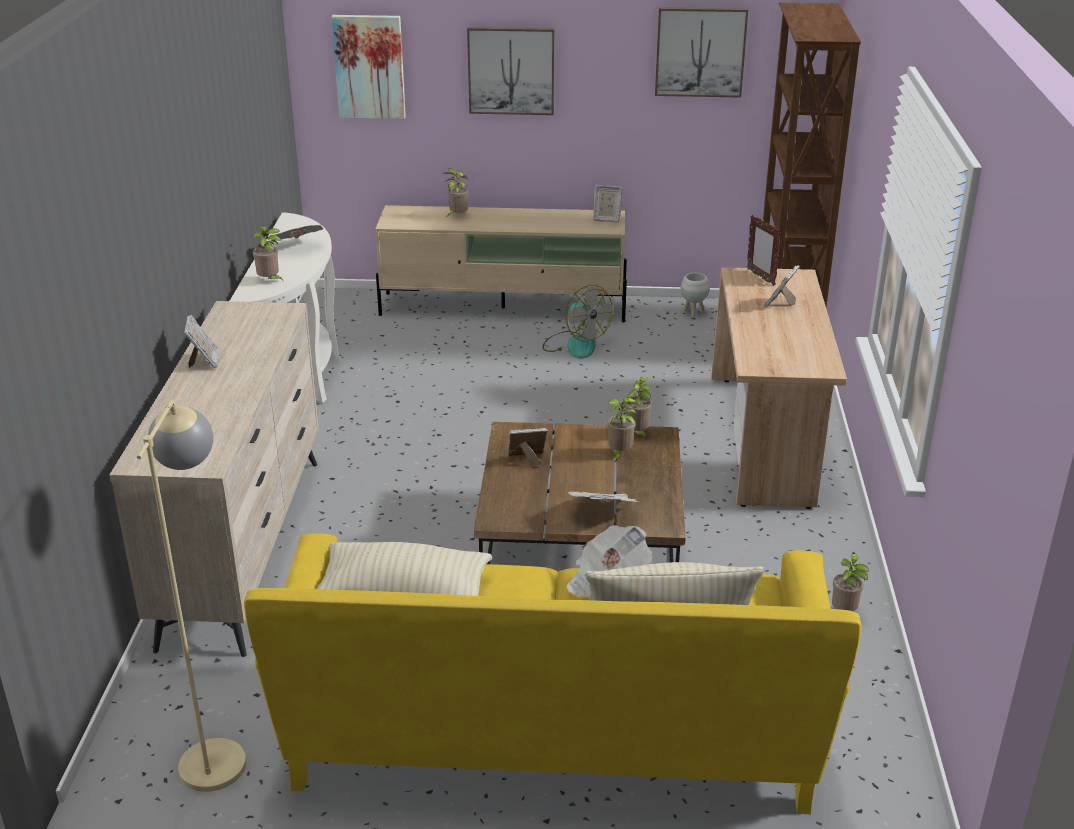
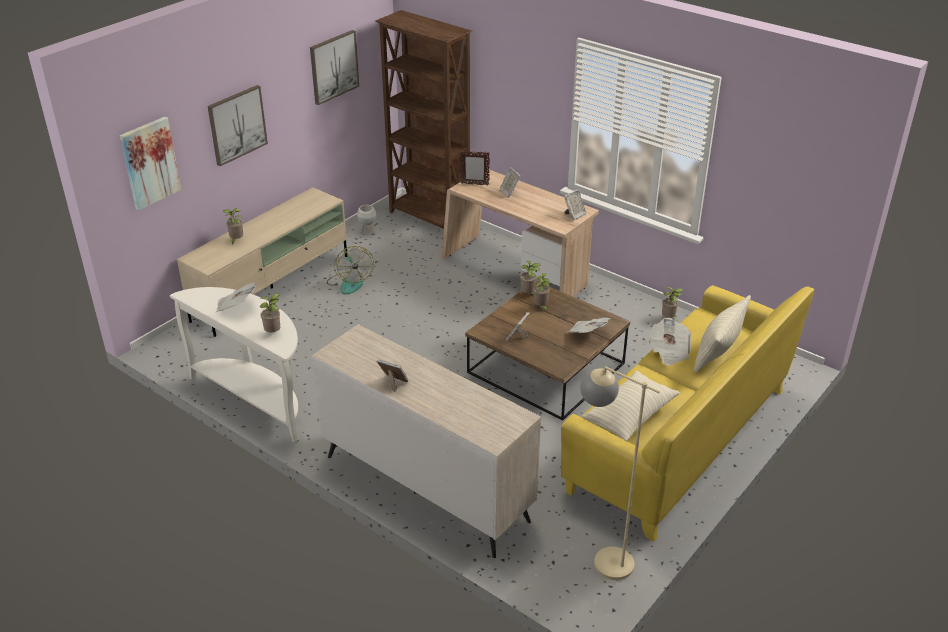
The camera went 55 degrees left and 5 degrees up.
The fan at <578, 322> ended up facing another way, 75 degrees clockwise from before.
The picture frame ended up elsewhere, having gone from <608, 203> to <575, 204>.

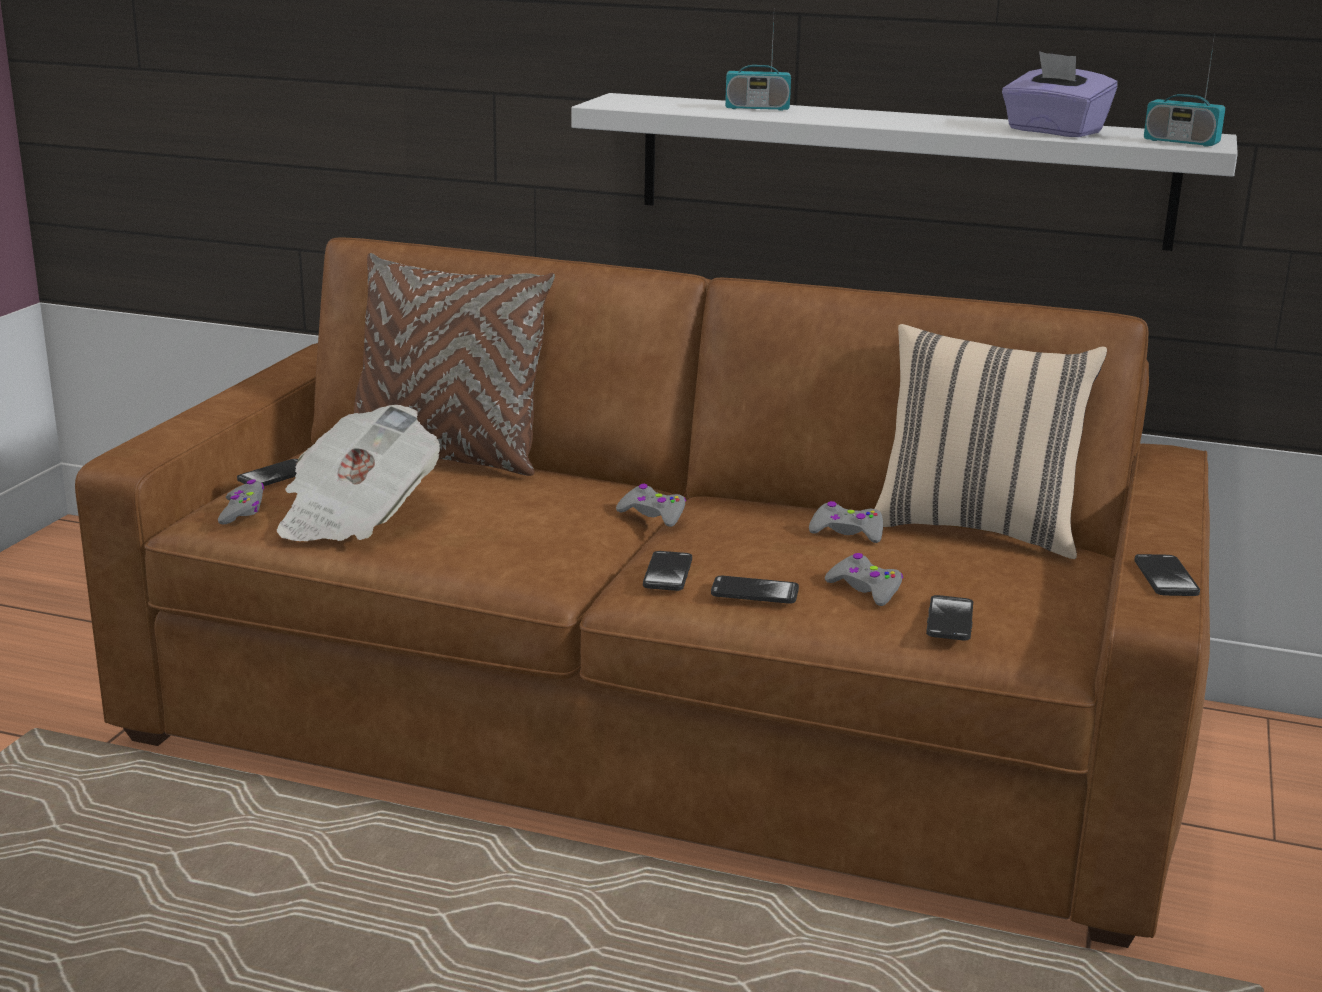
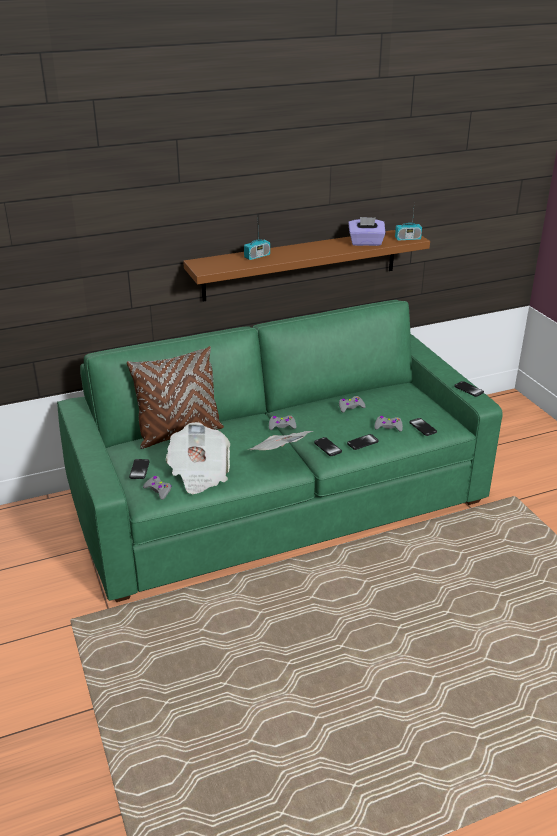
The camera went 40 degrees left and 10 degrees up.
What was the sofa (brown) at <642, 593> turned into the sofa (green) at <280, 451>.
What was the shelf (white) at <904, 172> turned into the shelf (brown) at <306, 265>.
The second view lost the pillow (beige) at <990, 441>.
The second view gained the newspaper at <281, 440>.

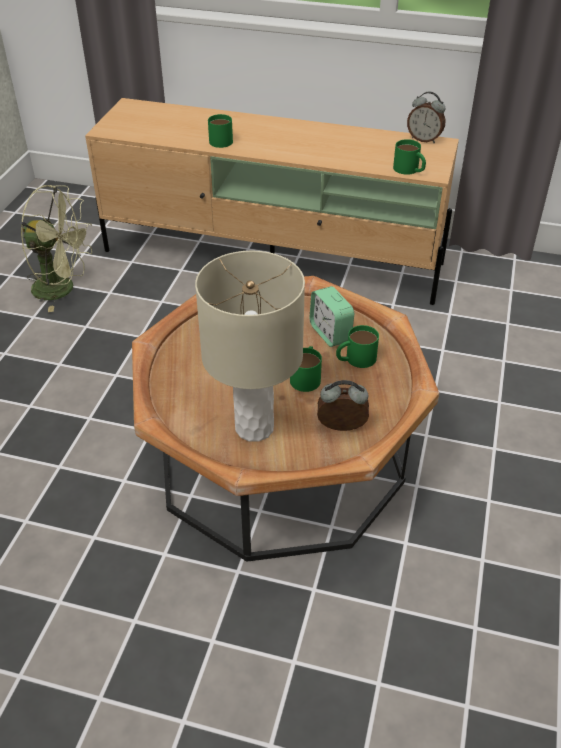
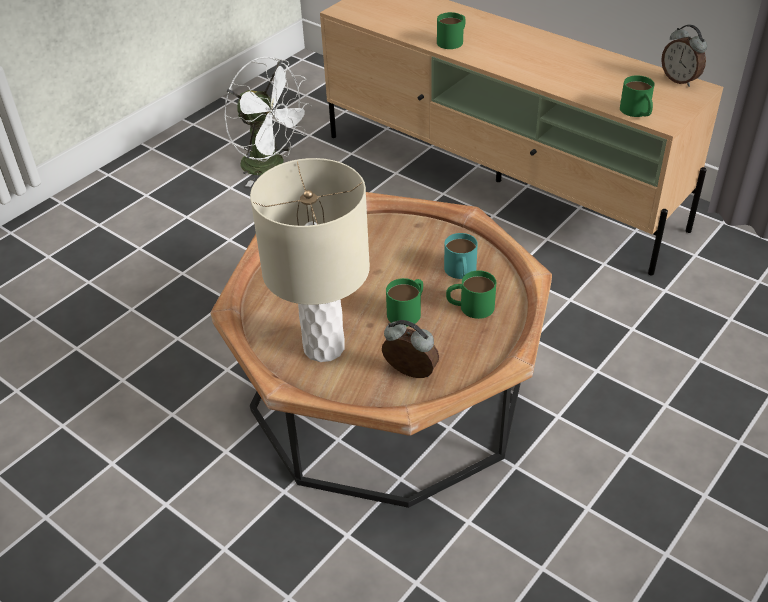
The camera went 25 degrees right and 0 degrees up.
What was the fan (green) at <56, 248> turned into the fan (white) at <268, 122>.
Where the alarm clock stood at <331, 316>, the mug (turquoise) came to stand at <461, 256>.

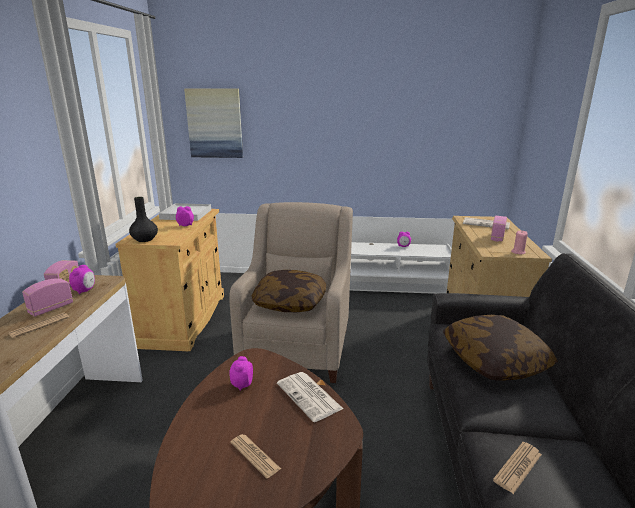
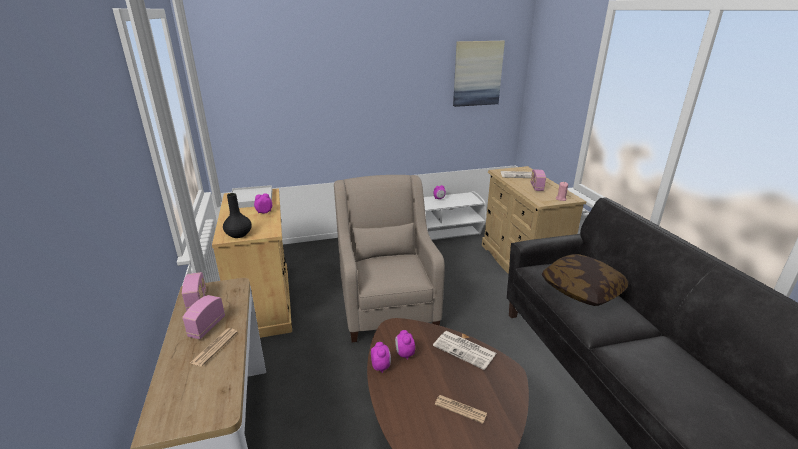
The camera went 20 degrees left and 5 degrees up.
The alarm clock ended up elsewhere, having gone from <82, 279> to <381, 357>.
The picture ended up elsewhere, having gone from <213, 123> to <479, 74>.
The second view lost the pillow at <288, 291>.
The second view lost the newspaper at <517, 468>.

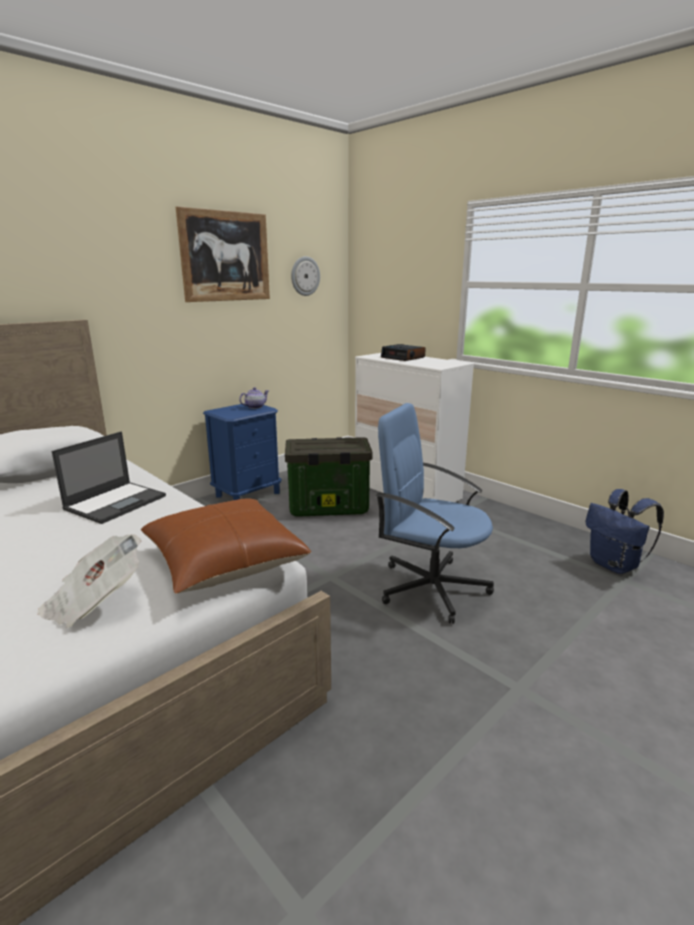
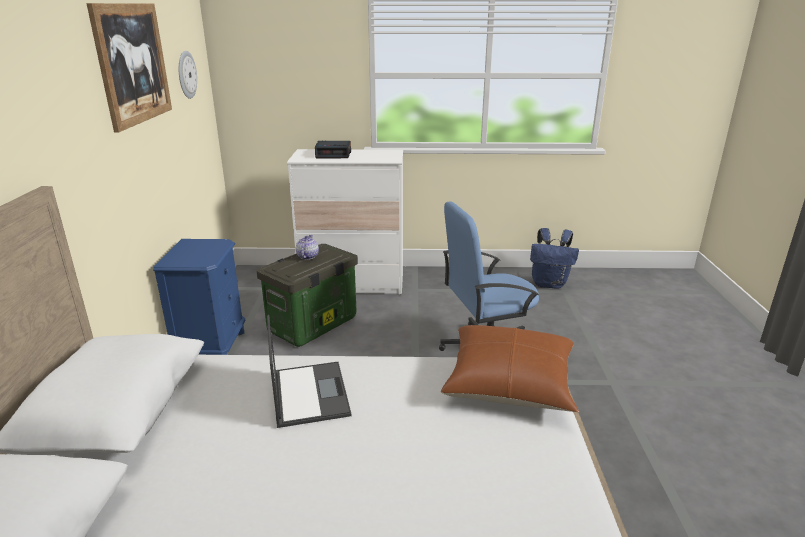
The camera went 45 degrees left and 5 degrees up.
The second view lost the newspaper at <89, 581>.
The teapot ended up elsewhere, having gone from <254, 398> to <307, 247>.

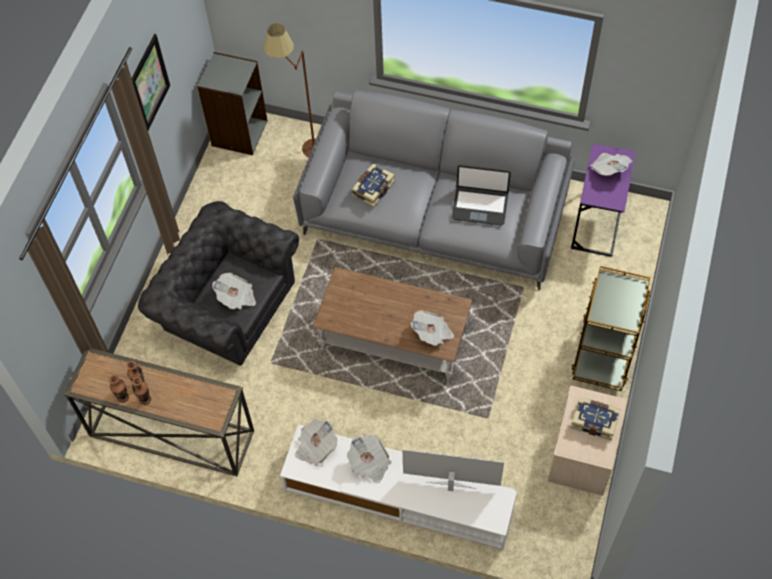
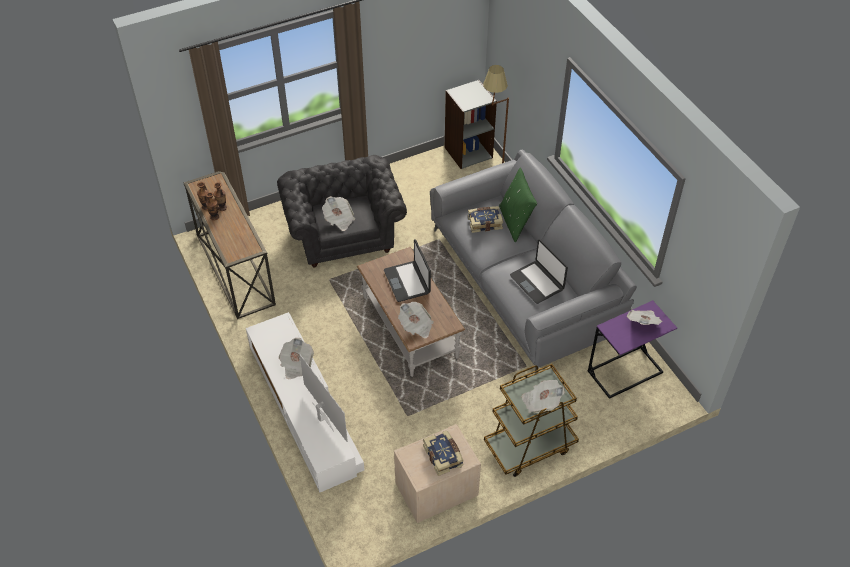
The camera went 45 degrees right and 10 degrees down.
The second view lost the picture at <151, 82>.
The newspaper ended up elsewhere, having gone from <316, 442> to <543, 396>.
The second view gained the laptop at <407, 270>.
The second view gained the pillow (green) at <518, 204>.

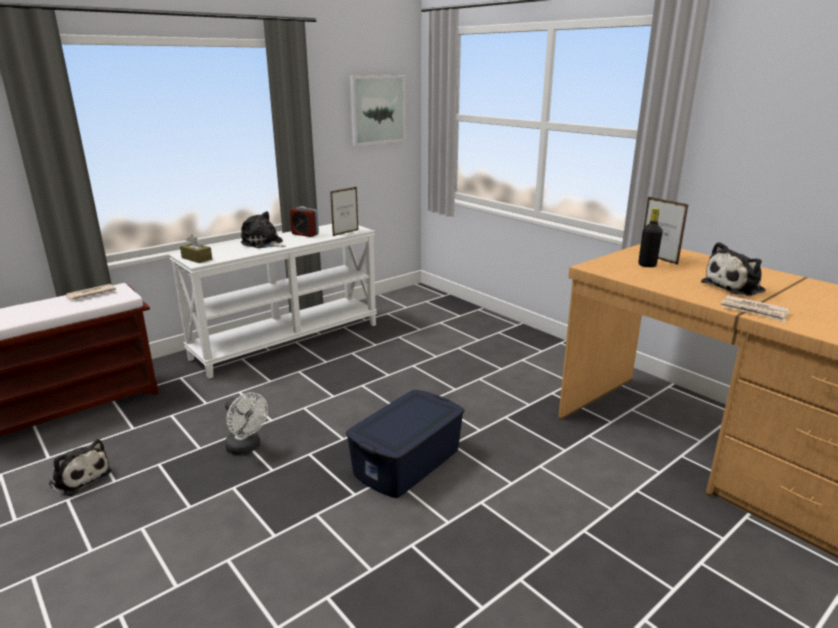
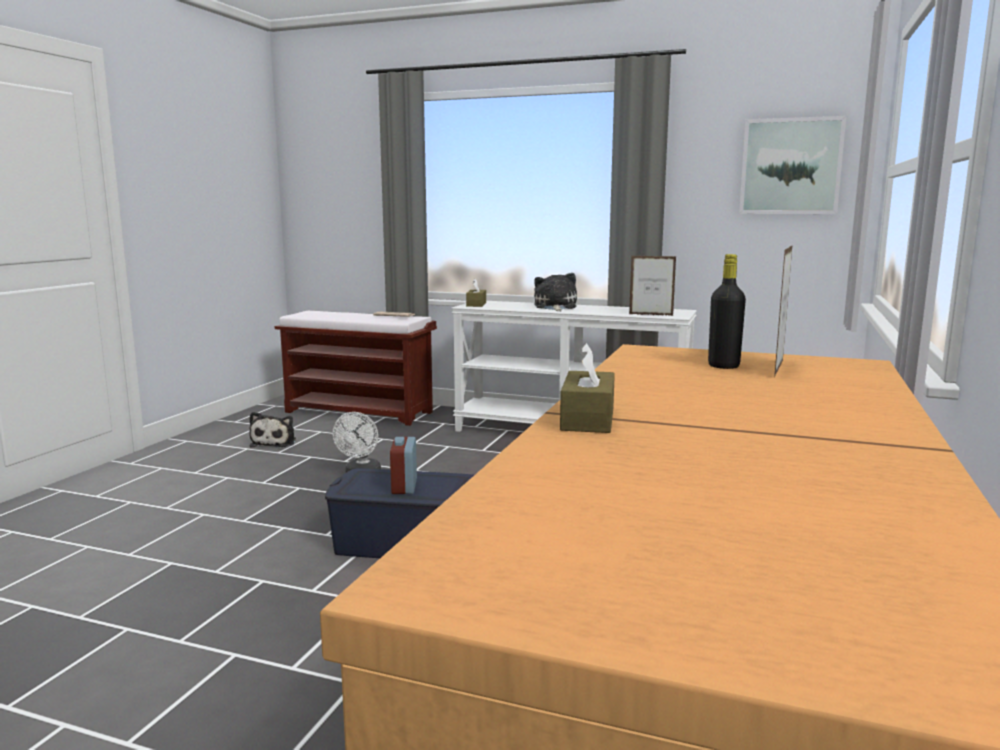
The camera went 60 degrees right and 10 degrees down.
The alarm clock ended up elsewhere, having gone from <304, 221> to <403, 465>.
The second view lost the plush toy at <733, 269>.
Where the newspaper stood at <755, 308>, the tissue box (brown) came to stand at <587, 388>.

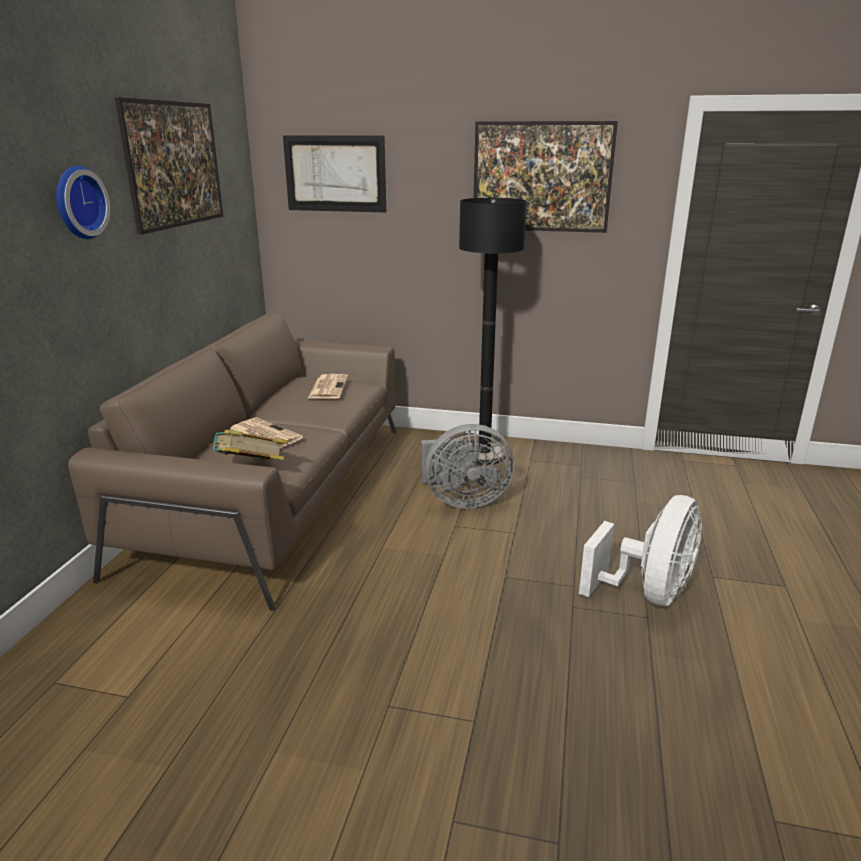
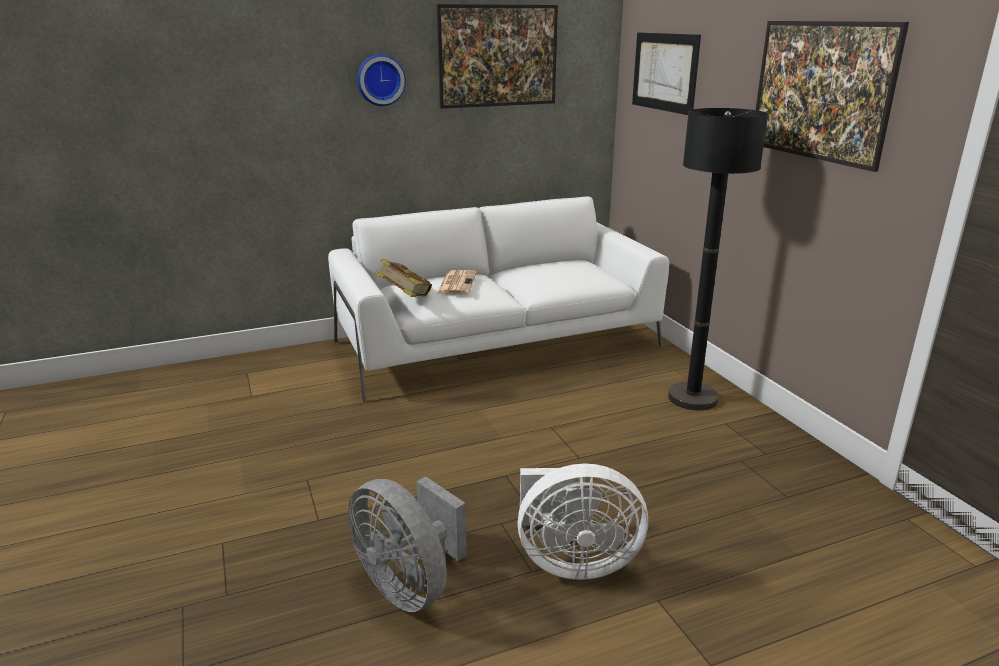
The camera went 55 degrees right and 0 degrees up.
What was the sofa (brown) at <232, 461> turned into the sofa (white) at <498, 299>.
The second view lost the newspaper at <327, 386>.
The fan (grey) ended up elsewhere, having gone from <467, 466> to <407, 544>.

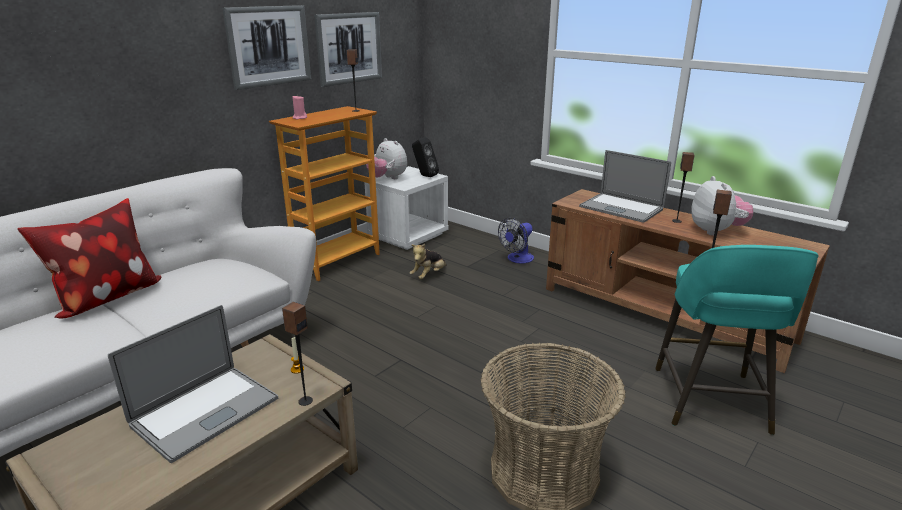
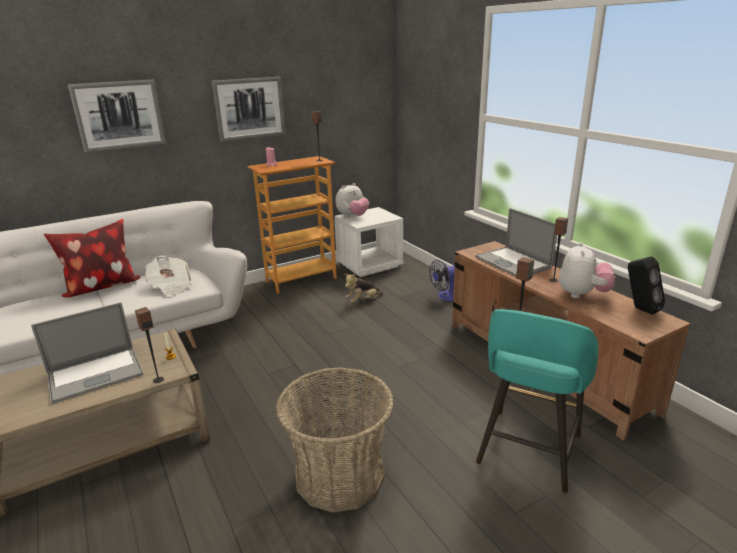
The camera went 20 degrees right and 0 degrees up.
The picture ended up elsewhere, having gone from <348, 49> to <117, 116>.
The plush toy at <386, 158> ended up facing another way, 105 degrees counterclockwise from before.
The speaker (black) ended up elsewhere, having gone from <425, 157> to <646, 286>.
The second view gained the newspaper at <168, 276>.

